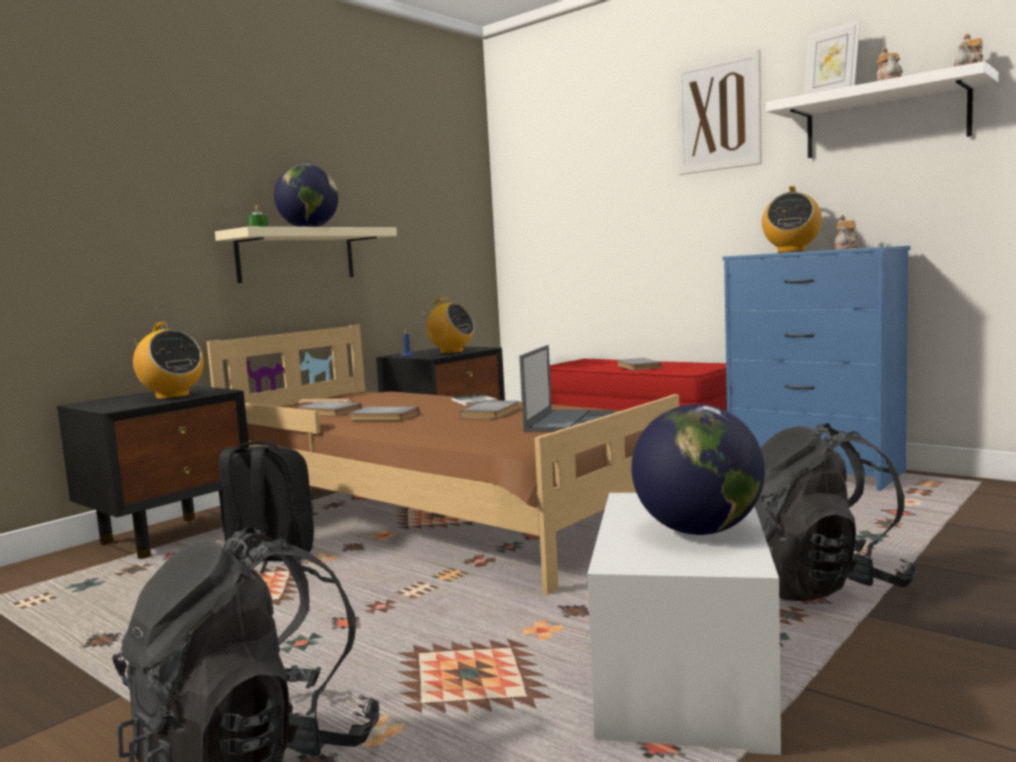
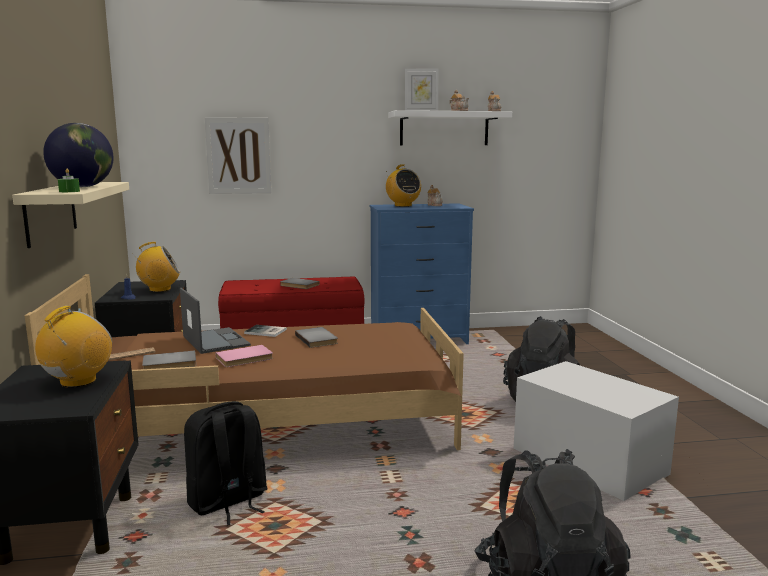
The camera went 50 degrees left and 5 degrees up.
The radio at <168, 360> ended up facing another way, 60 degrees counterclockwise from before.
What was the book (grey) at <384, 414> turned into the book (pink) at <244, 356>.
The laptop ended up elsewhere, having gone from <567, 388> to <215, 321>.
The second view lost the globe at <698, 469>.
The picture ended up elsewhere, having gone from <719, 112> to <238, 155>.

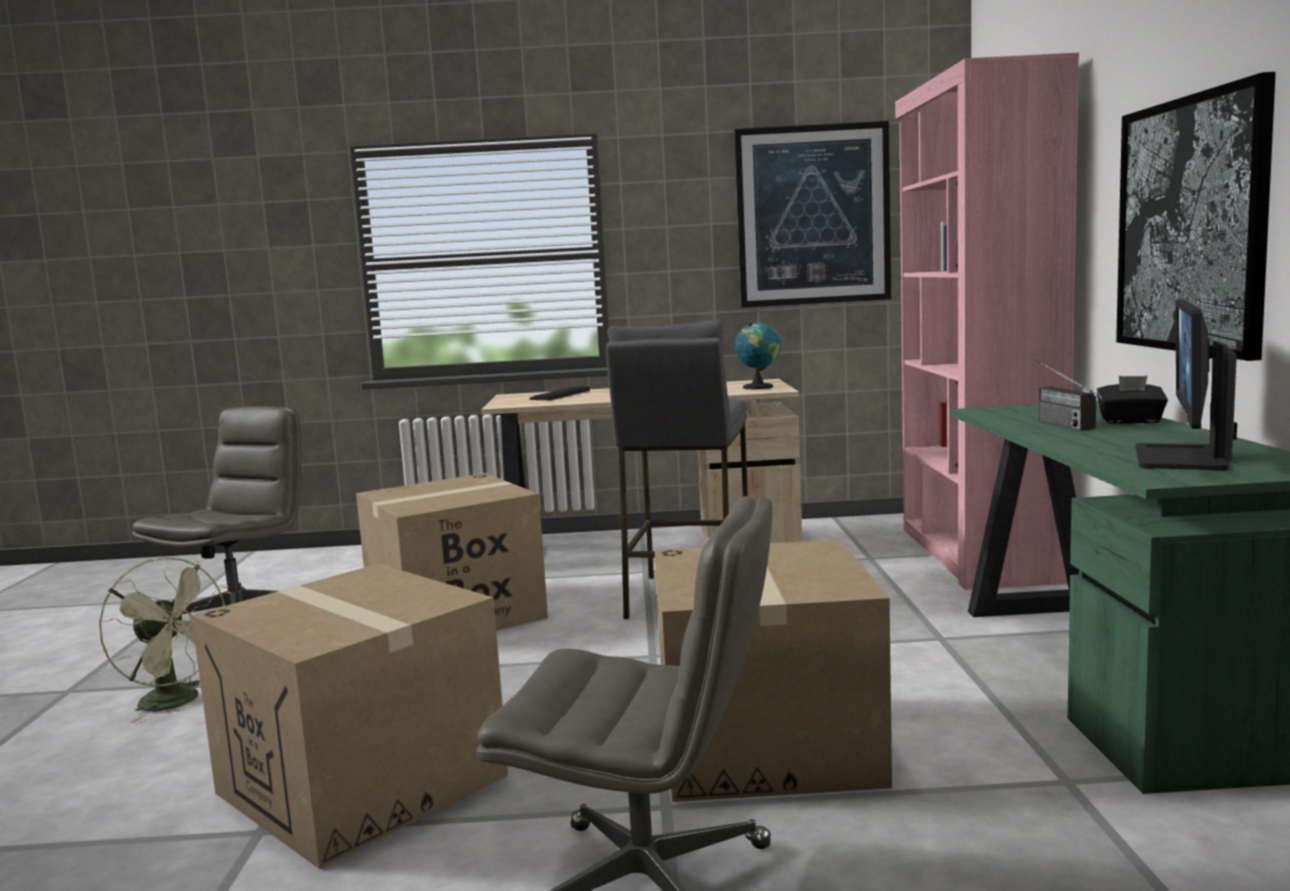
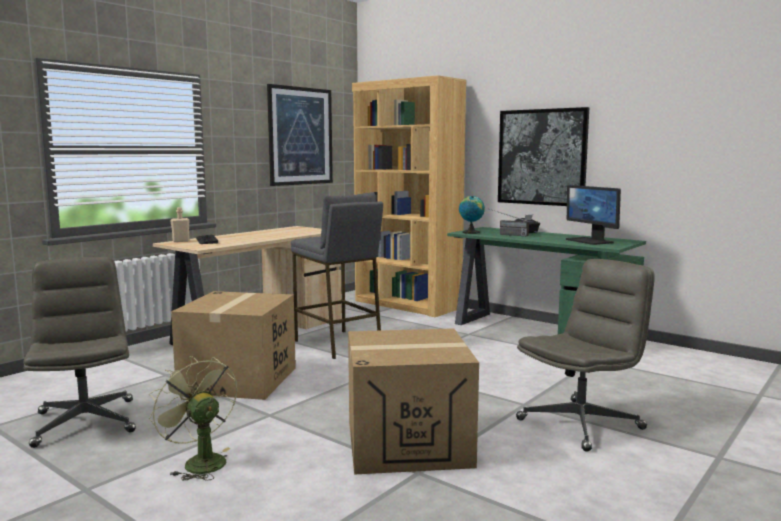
The camera went 50 degrees left and 0 degrees up.
The fan (green) at <164, 640> ended up facing another way, 120 degrees counterclockwise from before.
The second view lost the cardboard box at <773, 670>.
The globe ended up elsewhere, having gone from <758, 356> to <472, 215>.
What was the bookcase (pink) at <987, 321> turned into the bookcase (brown) at <409, 196>.
The second view gained the bottle (beige) at <180, 224>.

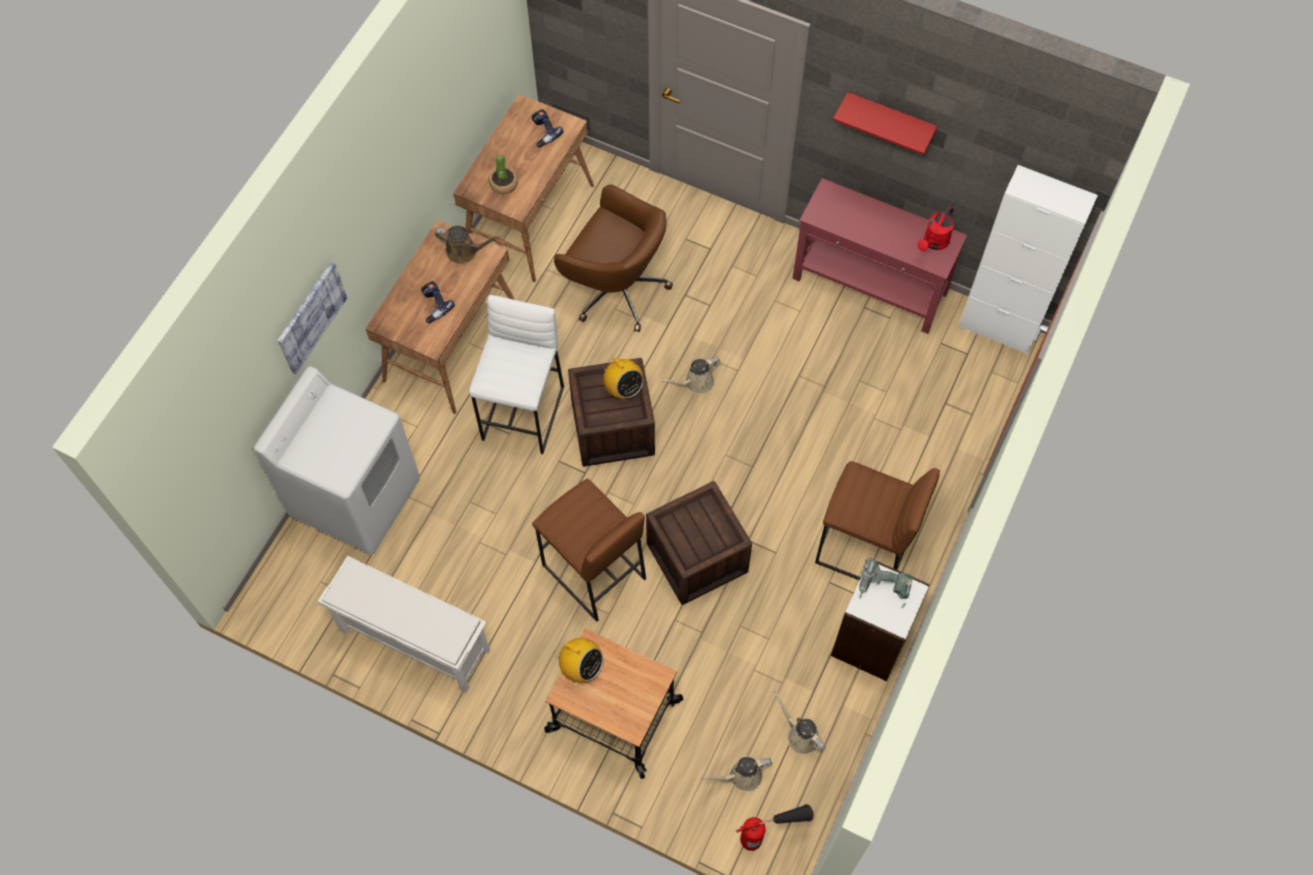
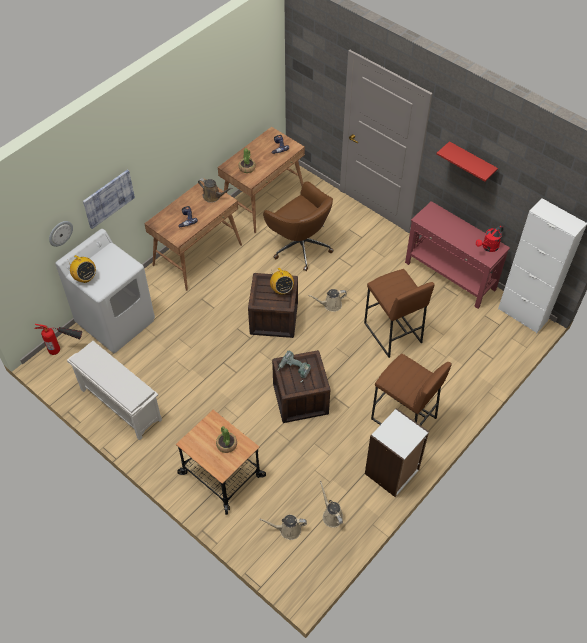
The camera went 15 degrees right and 10 degrees down.
The second view lost the stool (white) at <516, 374>.
The stool (brown) ended up elsewhere, having gone from <589, 550> to <399, 313>.
The radio ended up elsewhere, having gone from <578, 660> to <81, 269>.
The fire extinguisher ended up elsewhere, having gone from <774, 827> to <58, 339>.
The power drill ended up elsewhere, having gone from <886, 583> to <294, 367>.
The second view gained the wall clock at <61, 234>.
The second view gained the potted plant at <226, 439>.

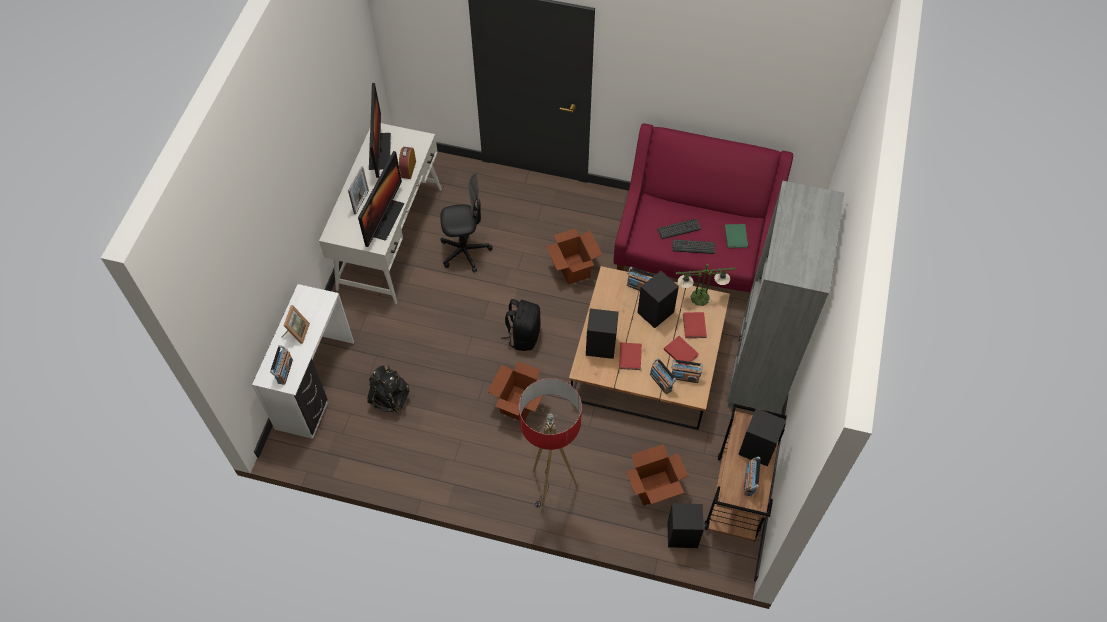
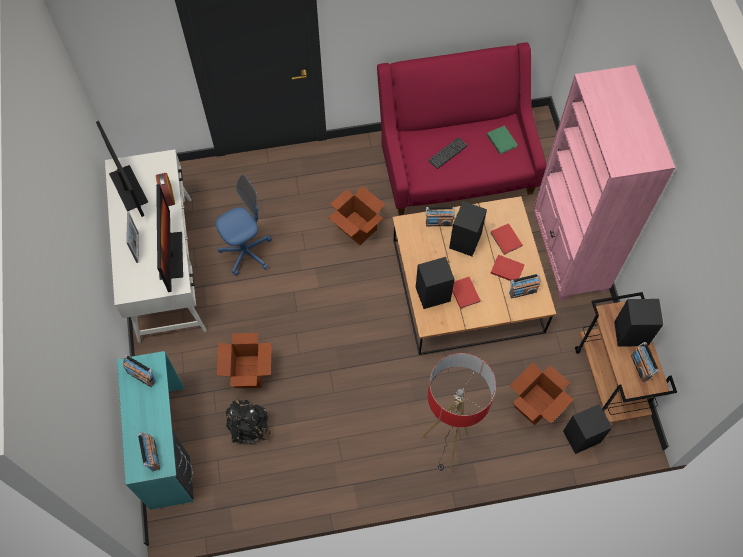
The camera went 25 degrees left and 5 degrees up.
What was the desk (white) at <303, 361> turned into the desk (turquoise) at <155, 430>.
The second view lost the picture frame at <295, 324>.
What was the office chair (black) at <466, 223> turned into the office chair (blue) at <244, 225>.
The cardboard box ended up elsewhere, having gone from <515, 391> to <244, 360>.
The second view lost the backpack (black) at <521, 325>.
The radio ended up elsewhere, having gone from <663, 376> to <139, 371>.
The second view lost the keyboard at <693, 246>.
The second view lost the table lamp at <706, 285>.
What was the bookcase (grey) at <785, 297> turned into the bookcase (pink) at <604, 182>.

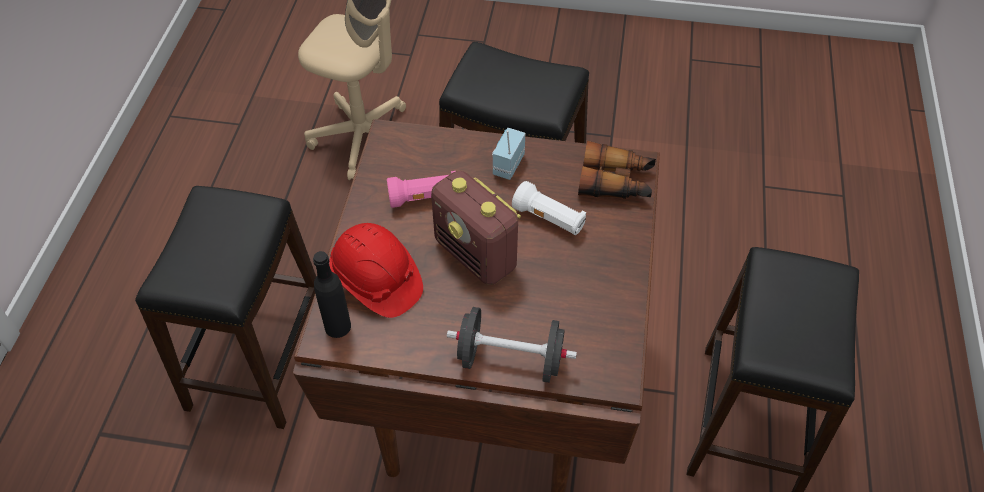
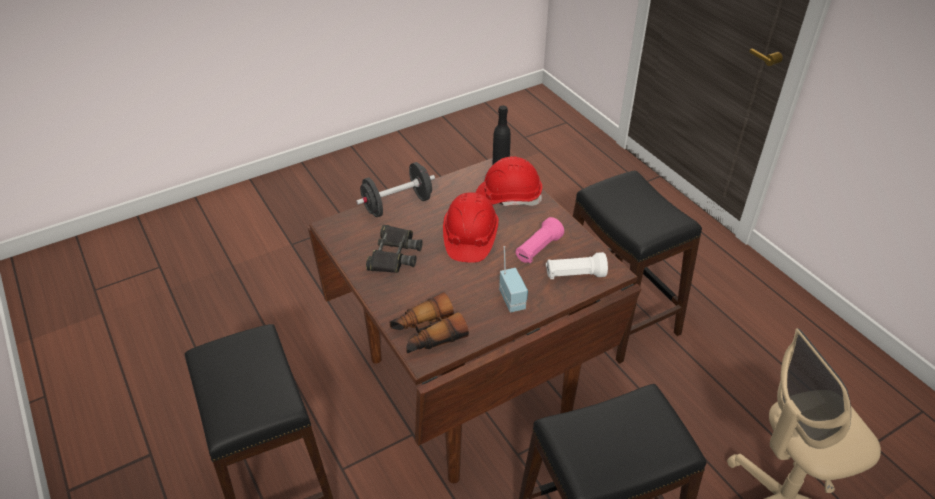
The camera went 140 degrees right and 10 degrees down.
Where the radio stood at <476, 228>, the hard hat (red) came to stand at <471, 227>.
The flashlight (white) ended up elsewhere, having gone from <549, 208> to <577, 265>.
The second view gained the binoculars (black) at <394, 249>.

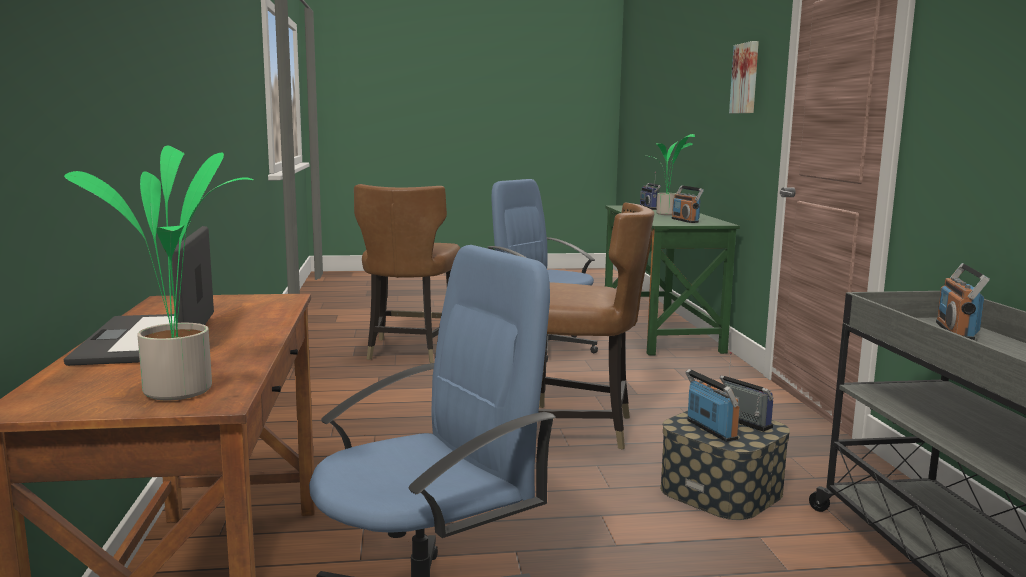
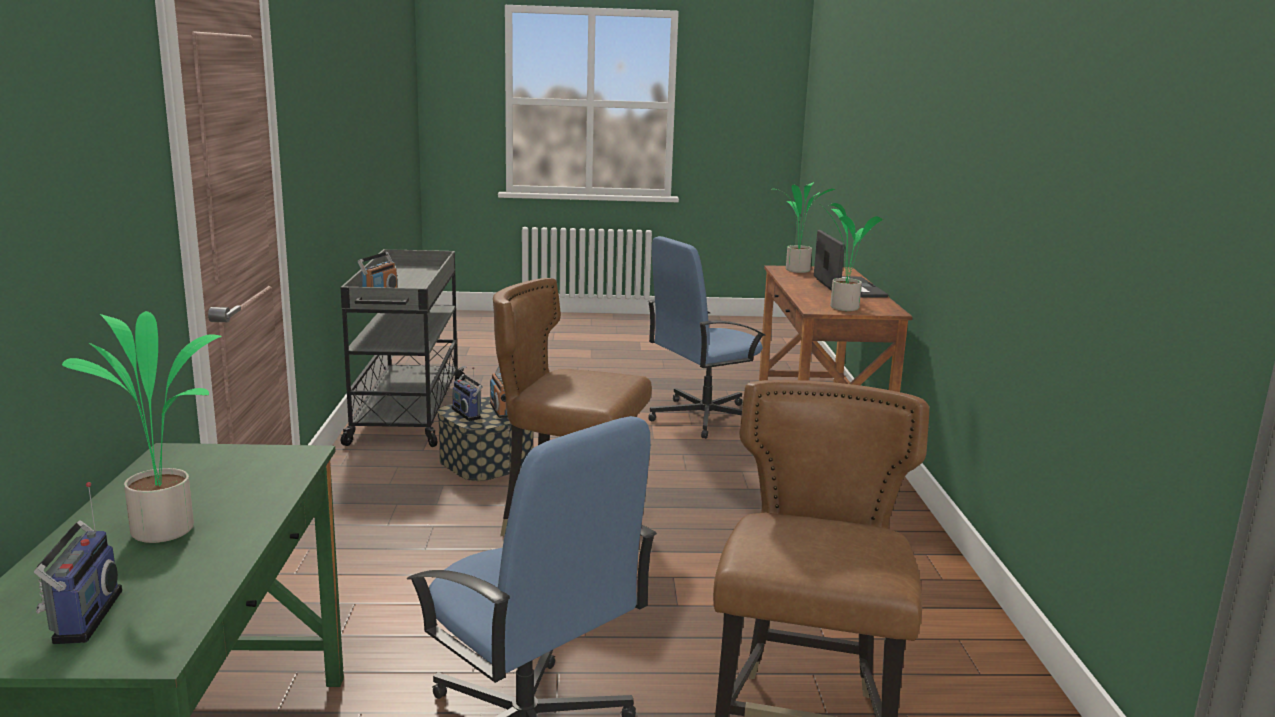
The camera went 175 degrees left and 5 degrees up.
The second view lost the radio at <688, 204>.
The second view lost the picture at <744, 77>.
The second view gained the potted plant at <850, 257>.

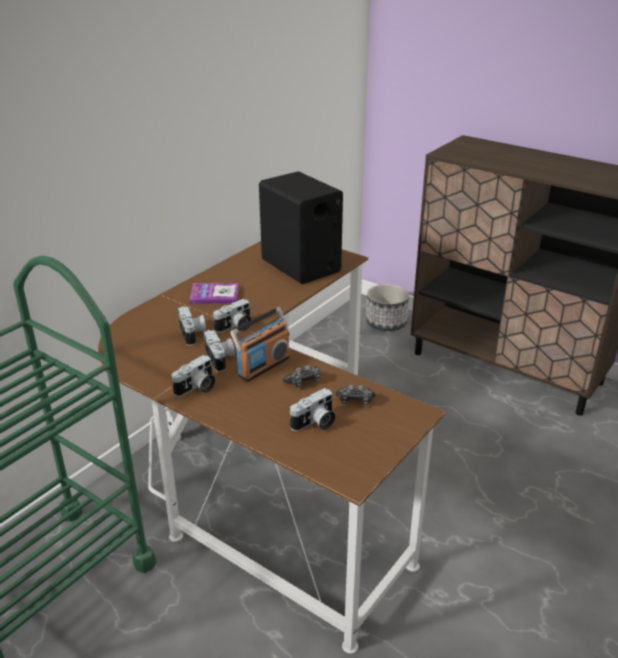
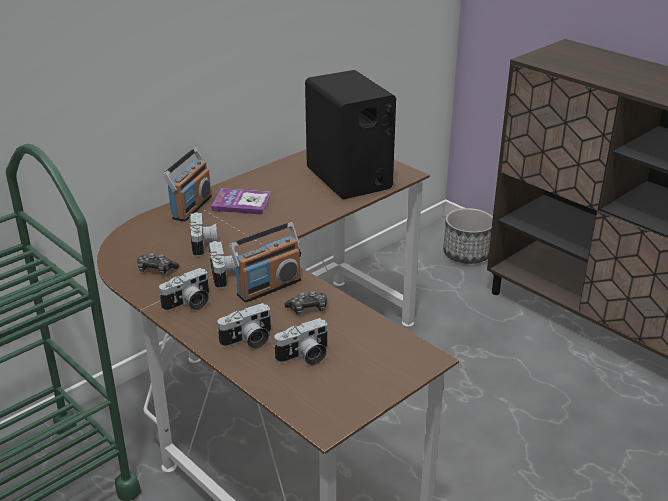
The camera went 10 degrees right and 0 degrees up.
The photo camera ended up elsewhere, having gone from <232, 316> to <243, 326>.
The game controller ended up elsewhere, having gone from <355, 394> to <158, 264>.
The second view gained the radio at <187, 185>.

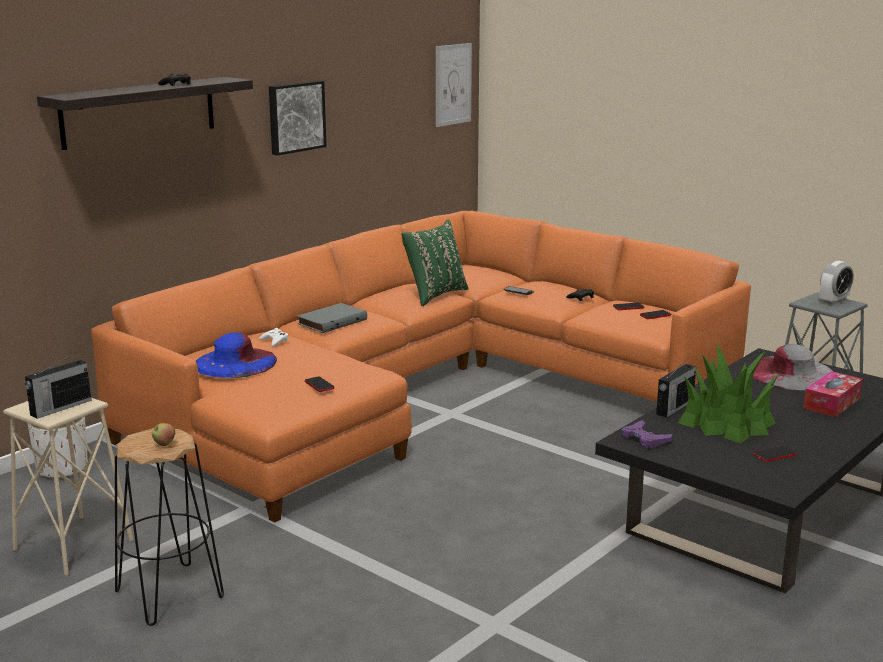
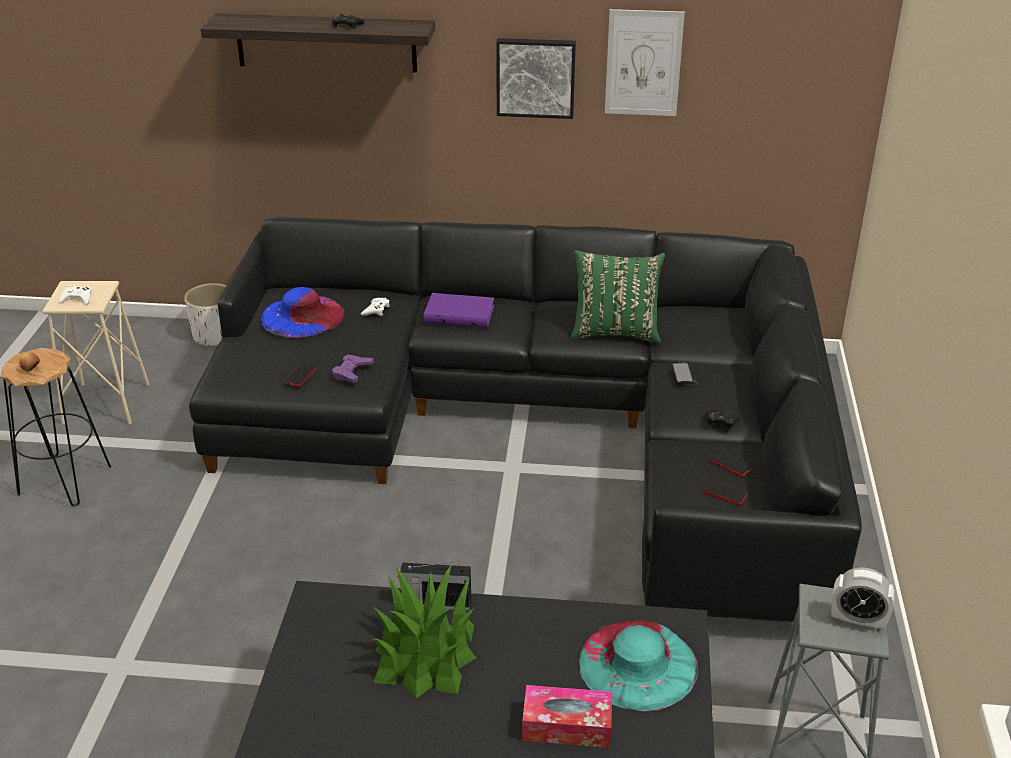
The camera went 55 degrees right and 15 degrees up.
Where the radio stood at <58, 385>, the game controller (white) came to stand at <75, 295>.
What was the sofa (orange) at <421, 367> turned into the sofa (black) at <525, 419>.
What was the book (grey) at <332, 318> turned into the book (purple) at <458, 310>.
The picture ended up elsewhere, having gone from <454, 85> to <645, 62>.
The game controller (purple) ended up elsewhere, having gone from <647, 434> to <353, 368>.
What was the hat (grey) at <792, 367> turned into the hat (turquoise) at <638, 665>.
The second view lost the phone at <775, 454>.

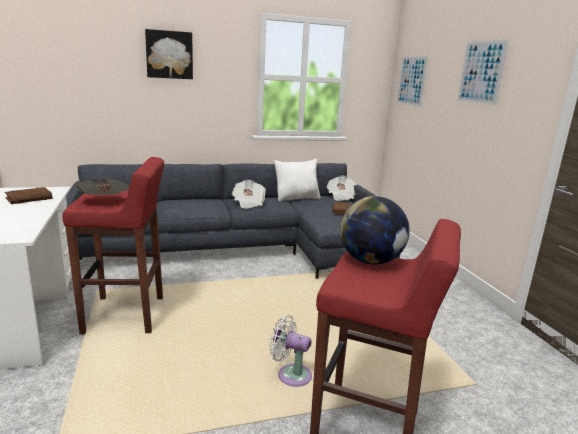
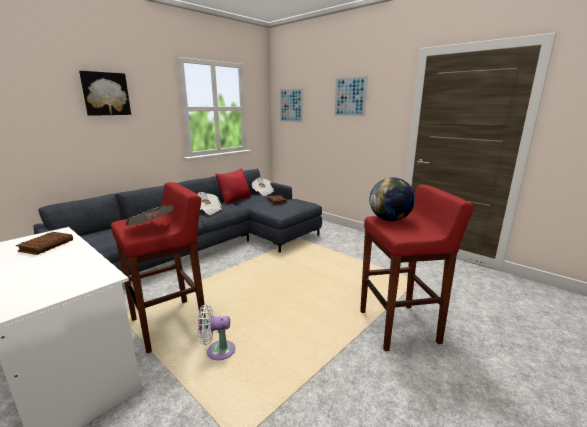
The camera went 30 degrees left and 0 degrees up.
The fan (white) ended up elsewhere, having gone from <290, 351> to <216, 332>.
What was the pillow (white) at <297, 180> turned into the pillow (red) at <233, 186>.

